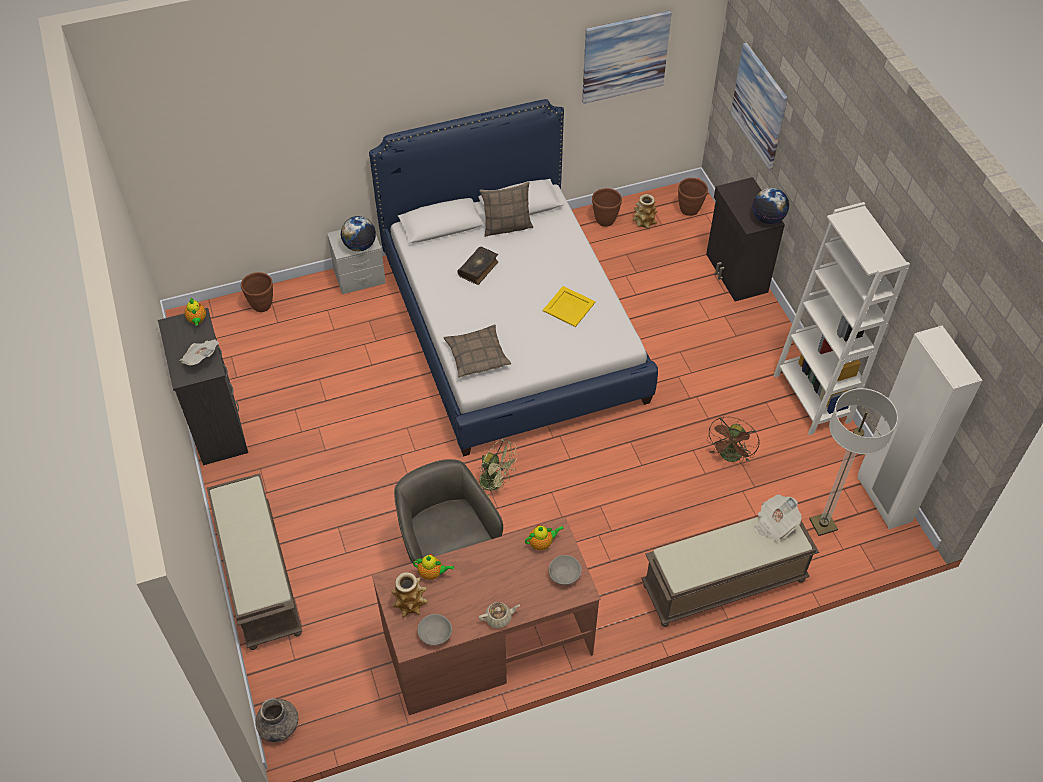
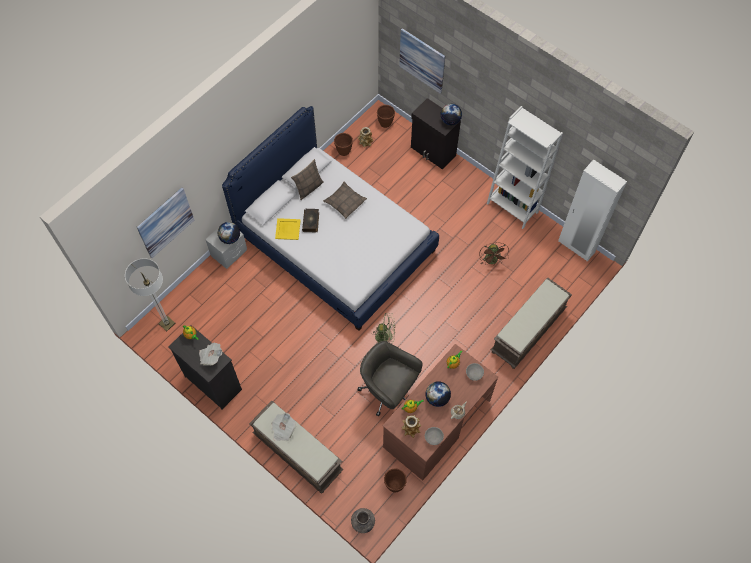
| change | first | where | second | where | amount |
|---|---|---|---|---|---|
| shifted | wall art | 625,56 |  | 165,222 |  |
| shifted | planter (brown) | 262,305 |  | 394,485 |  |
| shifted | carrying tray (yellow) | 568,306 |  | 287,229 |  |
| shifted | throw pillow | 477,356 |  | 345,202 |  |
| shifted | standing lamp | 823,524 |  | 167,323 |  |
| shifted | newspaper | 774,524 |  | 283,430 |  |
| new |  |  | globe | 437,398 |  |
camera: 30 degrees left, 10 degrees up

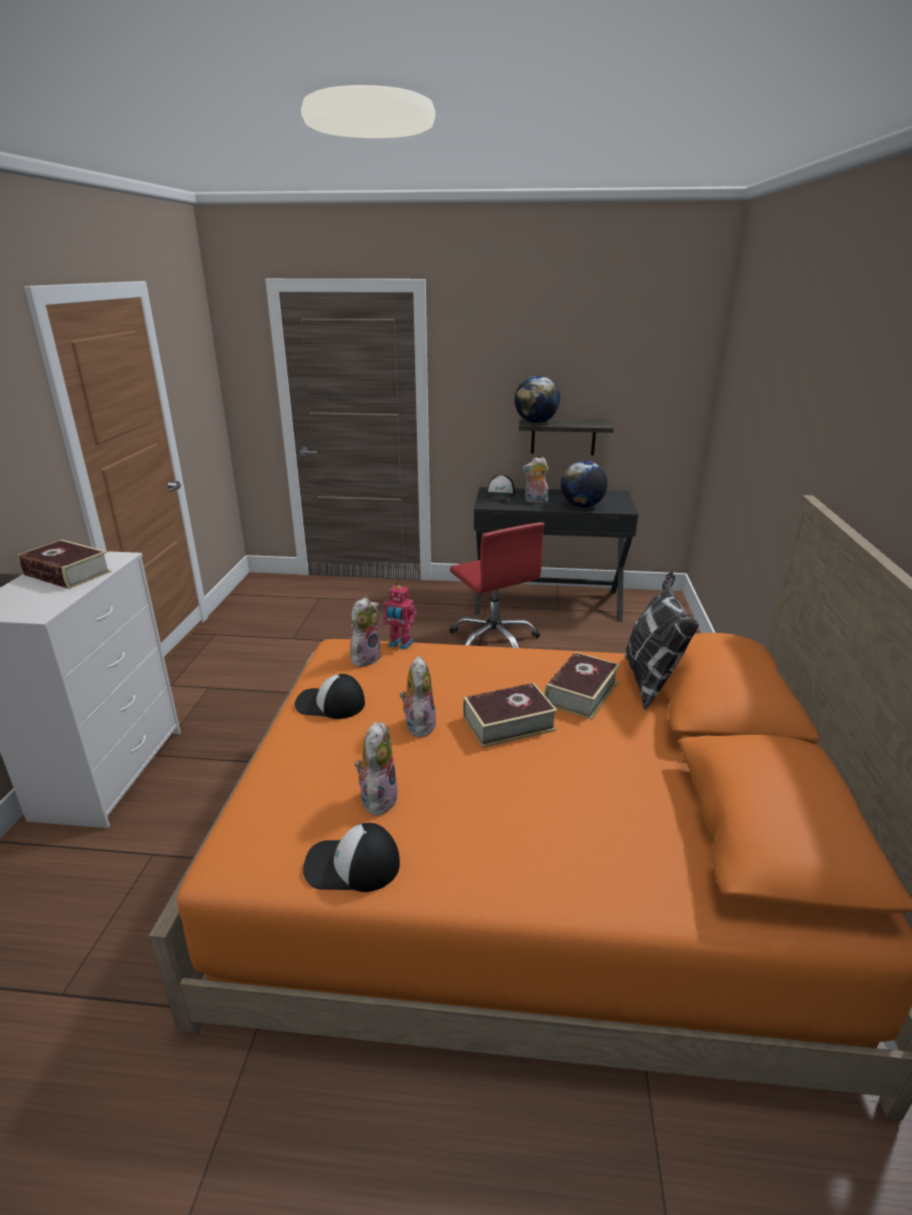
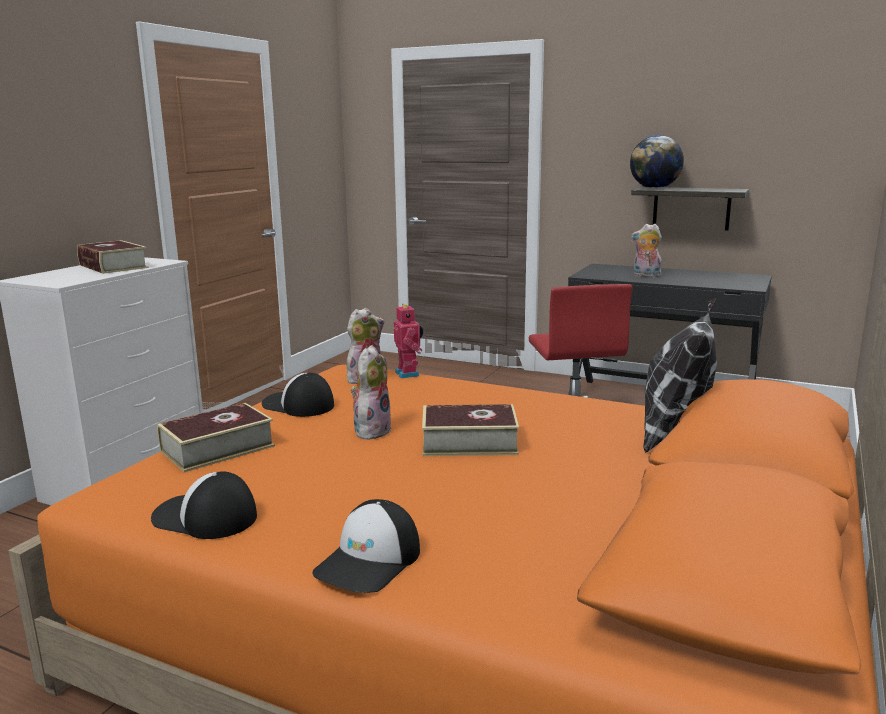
| change | first | where | second | where | amount |
|---|---|---|---|---|---|
| gone | globe | 582,506 |  |  |  |
| shifted | baseball cap | 500,495 |  | 369,561 |  |
| rotated | toy robot | 400,644 |  | 409,373 | 150 degrees counterclockwise |
| shifted | book | 581,693 |  | 217,448 |  |
| gone | plush toy | 377,797 |  |  |  |
camera: 20 degrees right, 10 degrees down

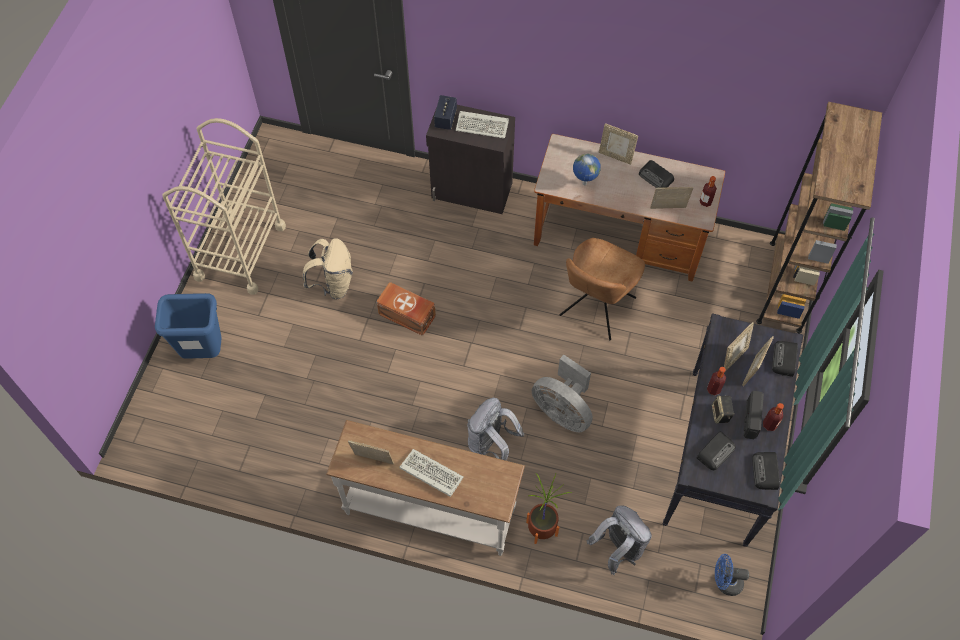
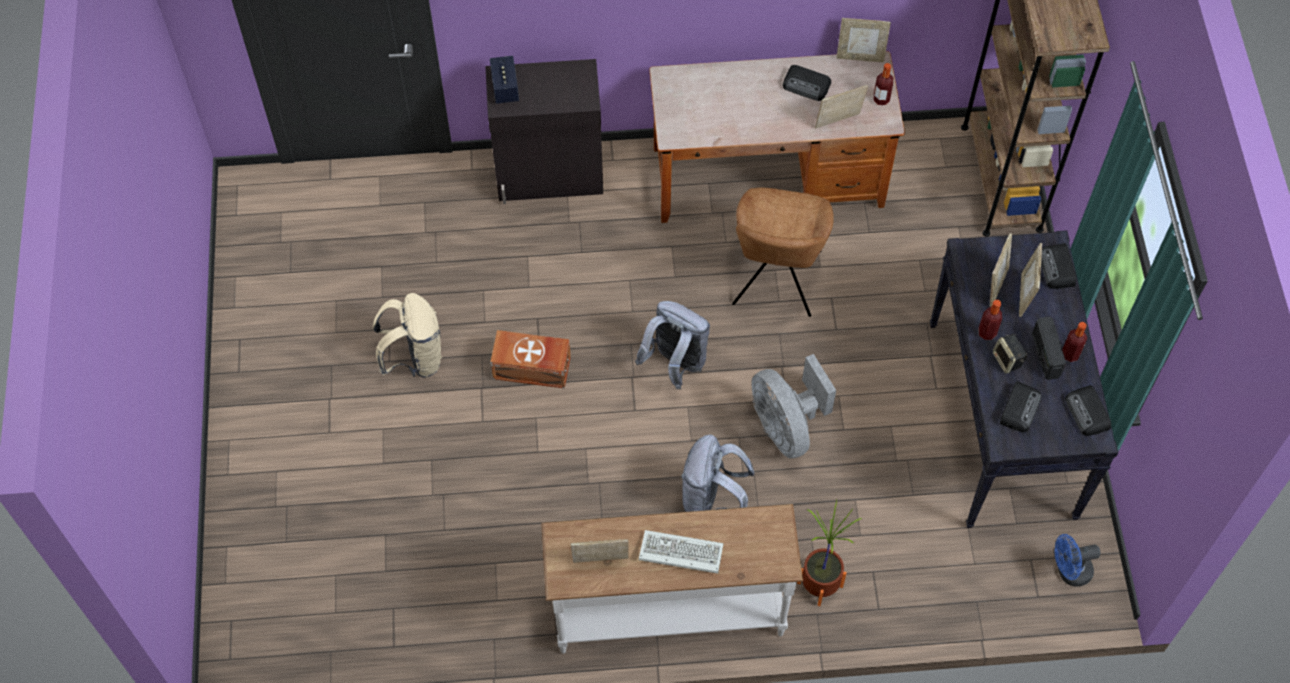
| change | first | where | second | where | amount |
|---|---|---|---|---|---|
| gone | PC keyboard | 483,126 |  |  |  |
| gone | wheeled cart (sand-coloured) | 240,252 |  |  |  |
| shifted | picture frame | 615,156 |  | 860,57 |  |
| gone | globe | 584,184 |  |  |  |
| gone | trash can (blue) | 204,352 |  |  |  |
| rotated | electric fan (greyish) | 562,411 |  | 786,426 | 45 degrees clockwise |
| shifted | rucksack (greyish) | 618,548 |  | 675,363 |  |
camera: 20 degrees left, 0 degrees up

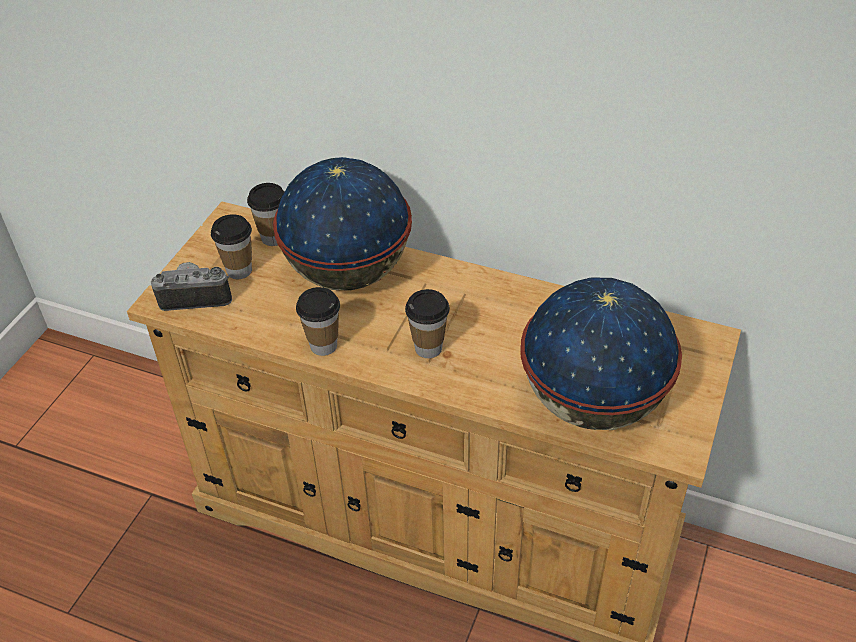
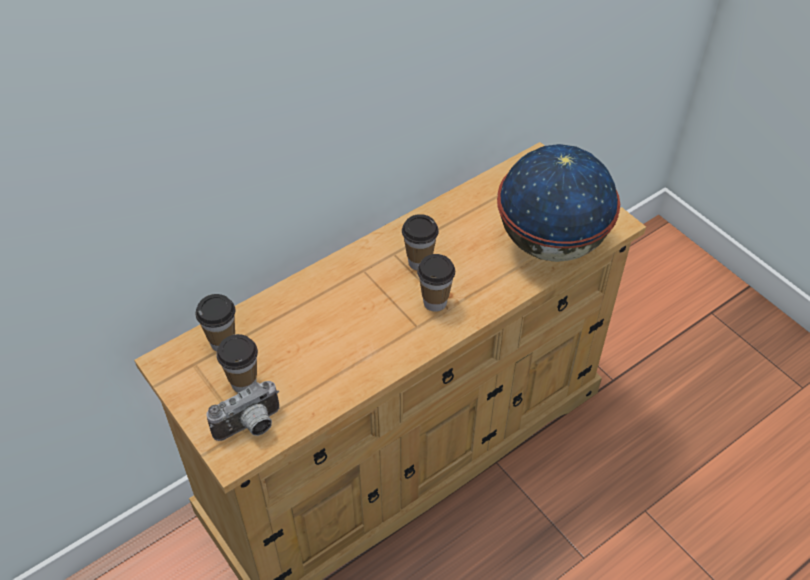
| change | first | where | second | where | amount |
|---|---|---|---|---|---|
| gone | globe | 348,272 |  |  |  |
| rotated | still camera | 196,297 |  | 250,427 | 150 degrees counterclockwise |
| shifted | cup | 323,346 |  | 419,262 |  |
camera: 60 degrees left, 5 degrees up

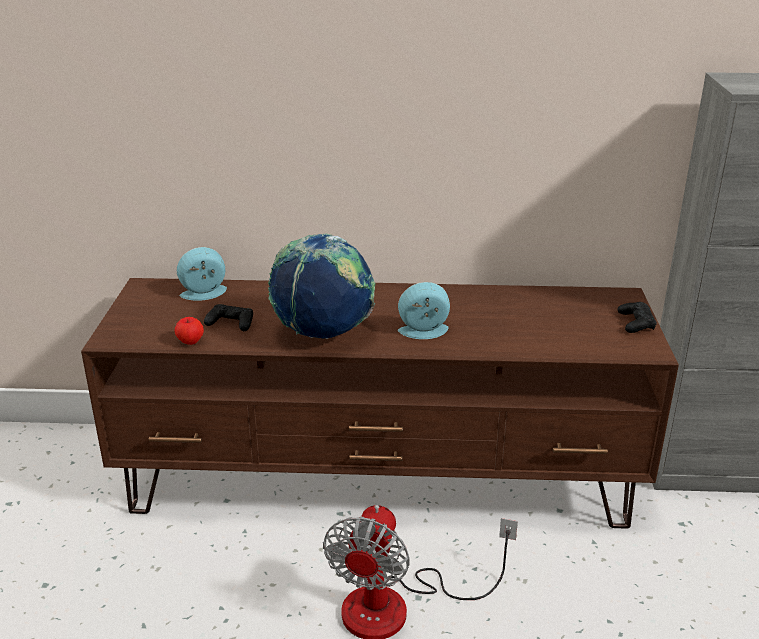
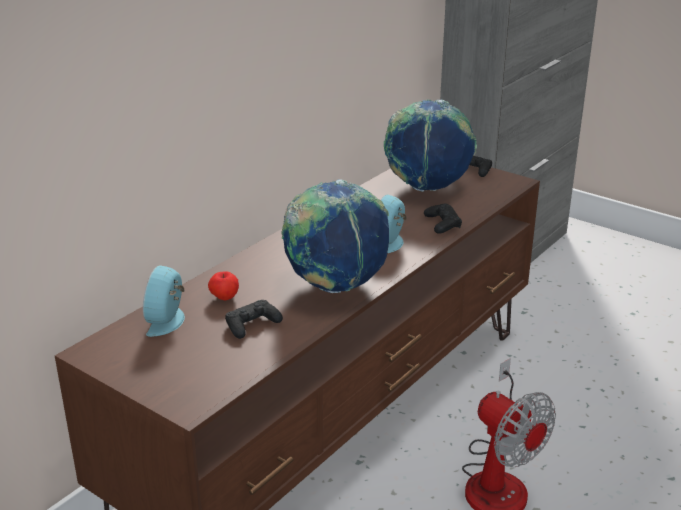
| change | first | where | second | where | amount |
|---|---|---|---|---|---|
| shifted | whole apple | 190,341 |  | 224,297 |  |
| new |  |  | globe | 427,188 |  |
| new |  |  | gamepad (blackish) | 442,224 |  |
camera: 55 degrees left, 0 degrees up

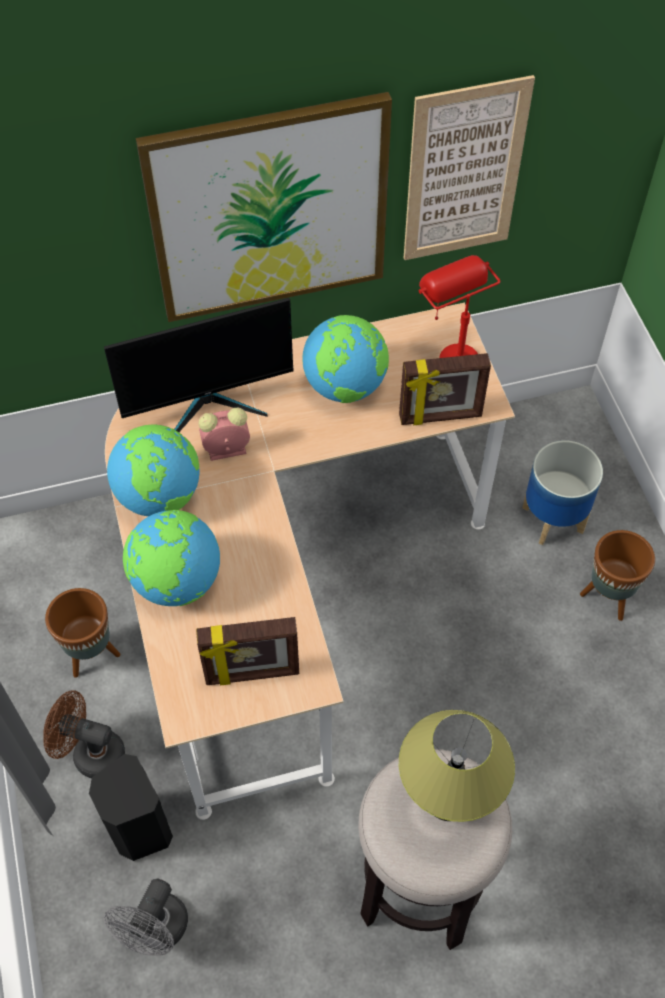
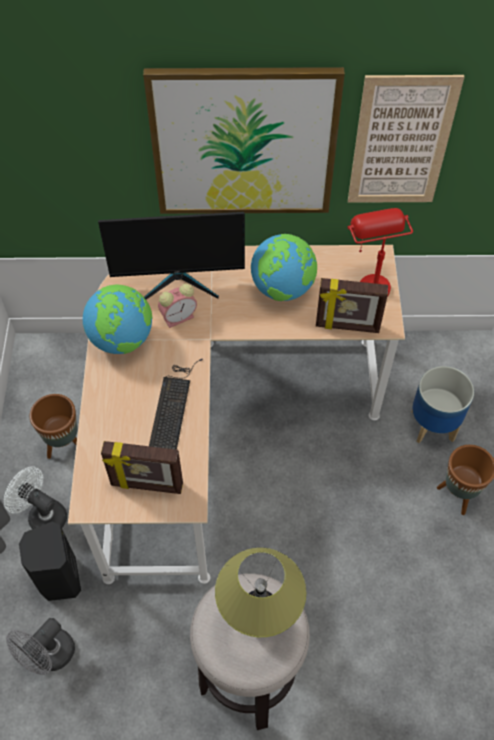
| change | first | where | second | where | amount |
|---|---|---|---|---|---|
| rotated | bedside clock | 225,450 |  | 179,317 | 150 degrees clockwise |
| gone | globe | 176,582 |  |  |  |
| repainted | electric fan (brown) | 91,753 | electric fan (whitish) | 42,515 |  |
| new |  |  | PC keyboard | 173,405 |  |
camera: 15 degrees right, 0 degrees up

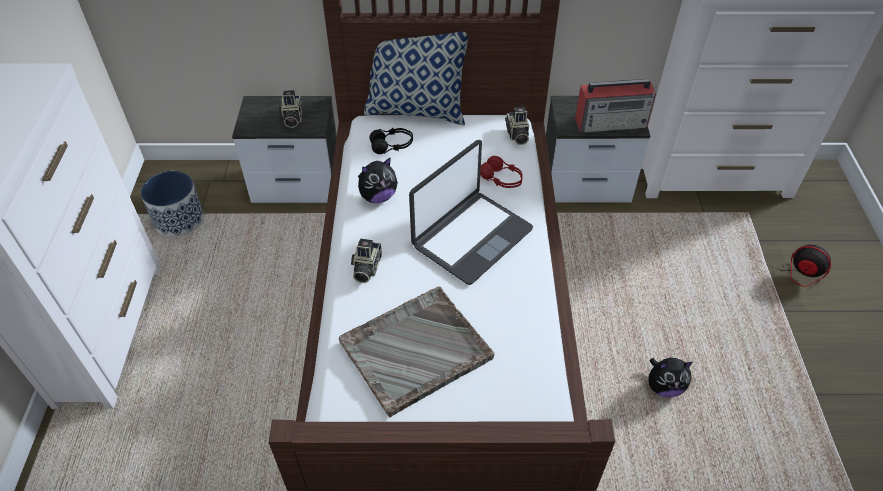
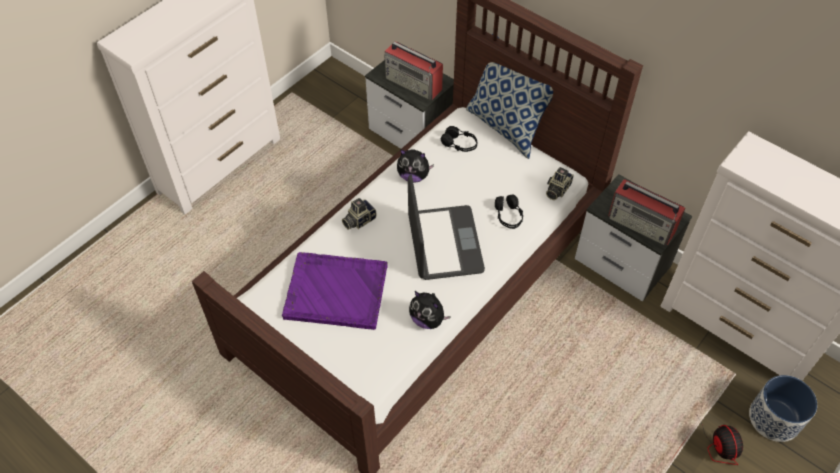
| change | first | where | second | where | amount |
|---|---|---|---|---|---|
| swapped | still camera | 292,118 | radio set | 414,84 |  |
| rotated | portable computer | 471,237 |  | 444,243 | 90 degrees counterclockwise |
| repainted | headphones (reddish) | 501,179 | headphones (blackish) | 508,216 |  |
| shifted | planter | 179,219 |  | 774,418 |  |
| repainted | carrying tray (greyish) | 414,350 | carrying tray (purple) | 335,291 |  |
| shifted | plush toy | 664,387 |  | 428,319 |  |
camera: 40 degrees right, 5 degrees up

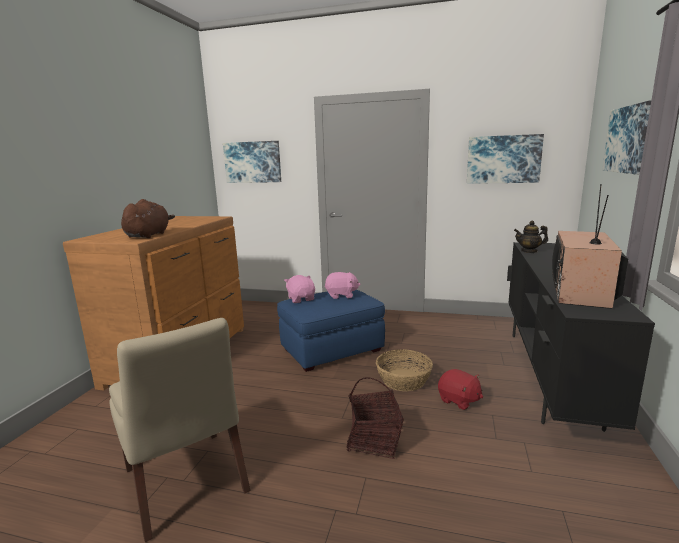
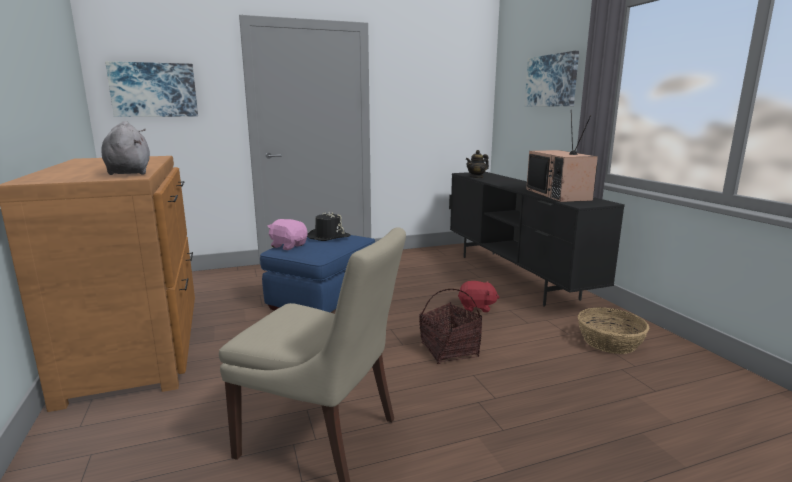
| change | first | where | second | where | amount |
|---|---|---|---|---|---|
| gone | wall art | 503,159 |  |  |  |
| repainted | plush toy (brown) | 149,235 | plush toy (greyish) | 129,172 |  |
| swapped | plush toy (pink) | 341,295 | clothing hat (blackish) | 328,236 |  |
| shifted | storage basket | 404,380 |  | 610,342 |  |
camera: 35 degrees left, 0 degrees up

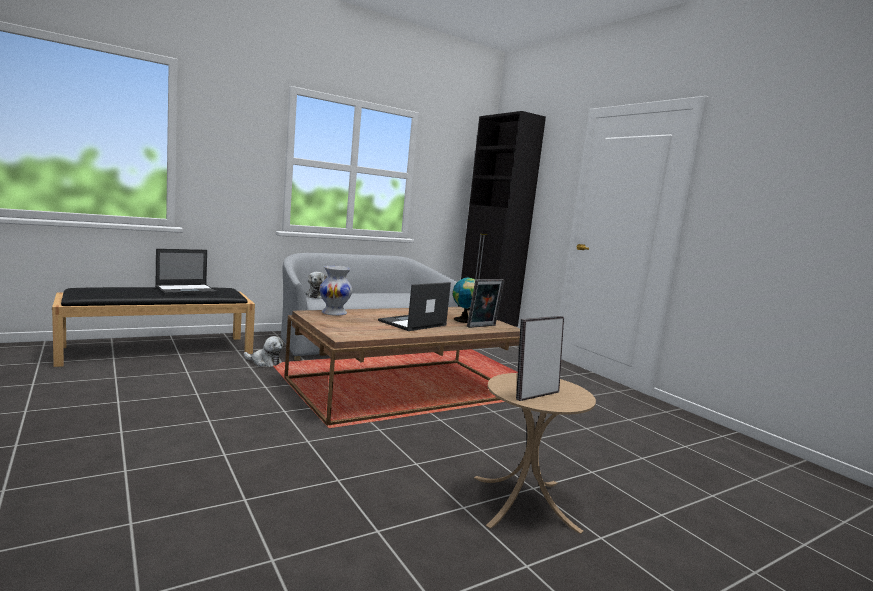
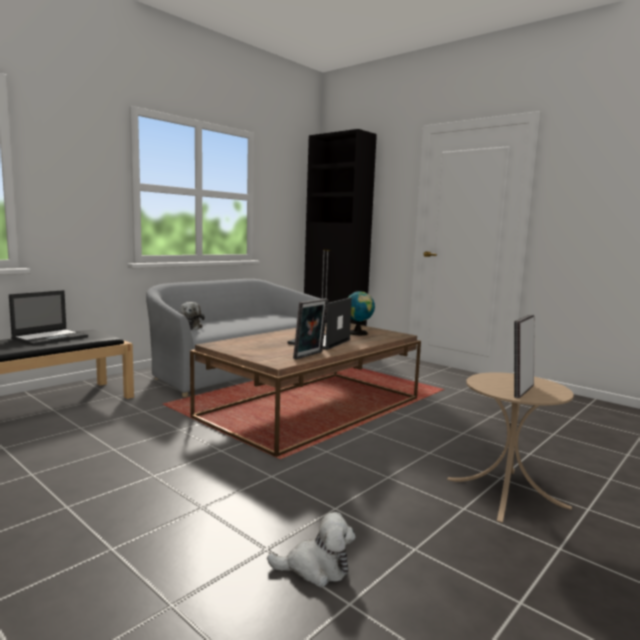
| change | first | where | second | where | amount |
|---|---|---|---|---|---|
| gone | vase (whitish) | 333,313 |  |  |  |
| shifted | picture frame | 482,326 |  | 310,355 |  |
| shifted | plush toy | 264,362 |  | 316,568 |  |
camera: 15 degrees left, 0 degrees up

